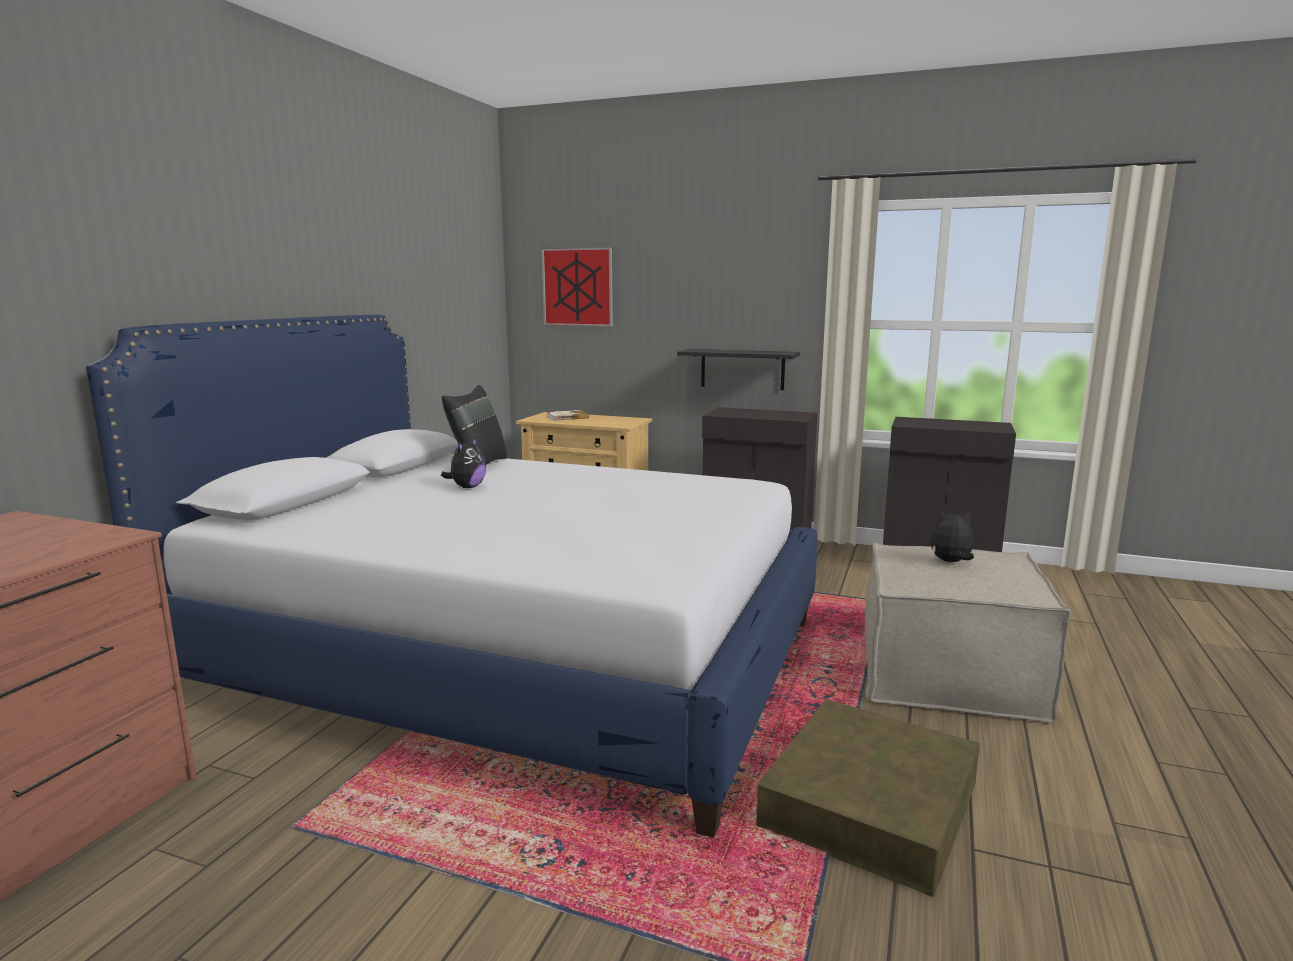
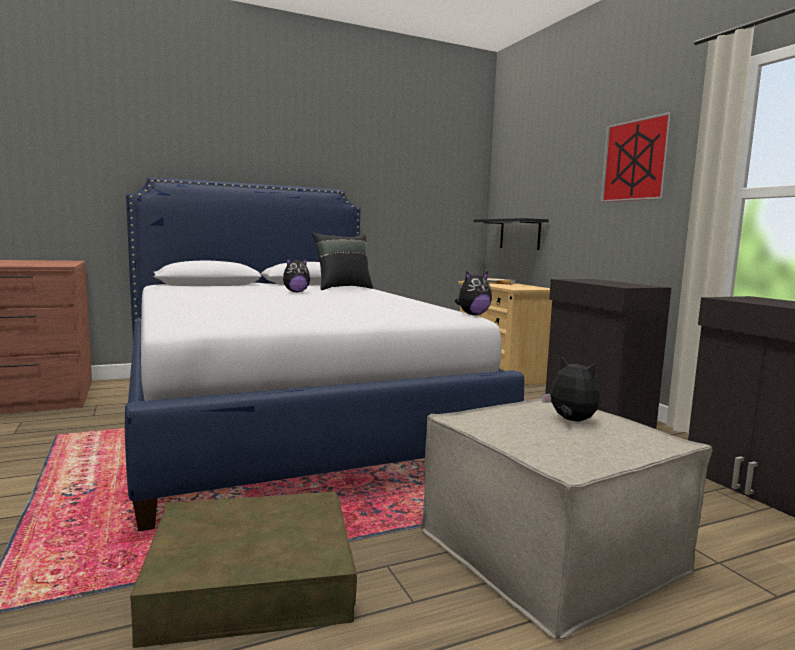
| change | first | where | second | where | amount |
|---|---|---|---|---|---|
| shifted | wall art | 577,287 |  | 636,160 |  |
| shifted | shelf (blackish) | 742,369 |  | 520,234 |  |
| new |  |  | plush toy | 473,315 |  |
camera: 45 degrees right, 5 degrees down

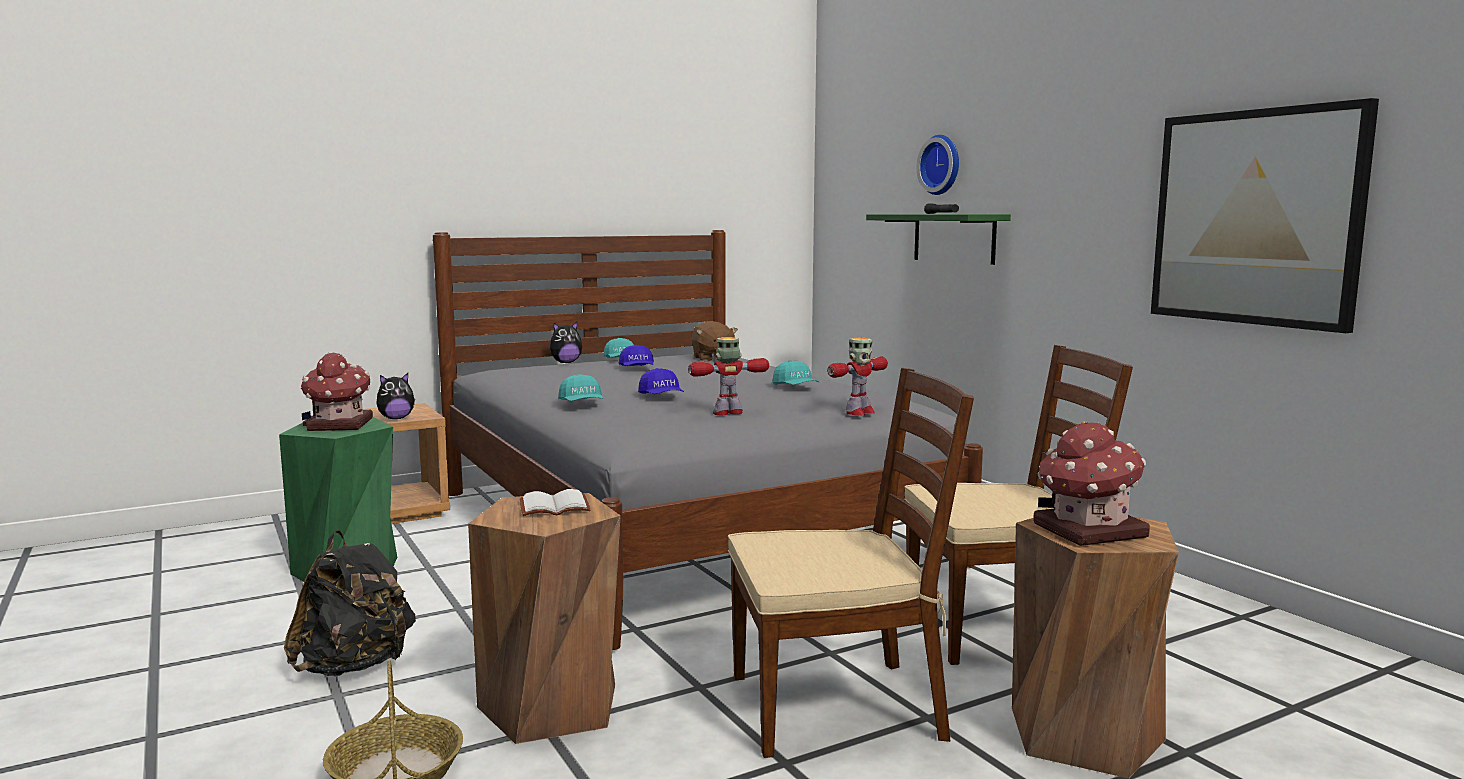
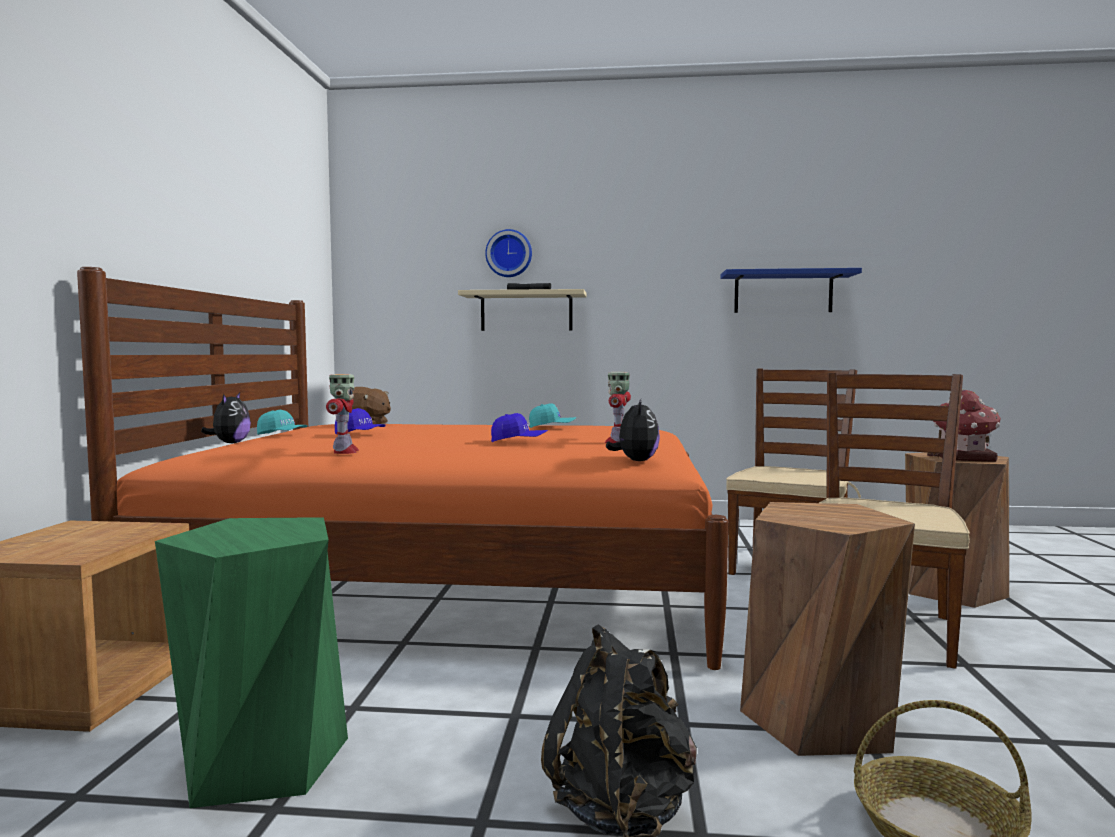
| change | first | where | second | where | amount |
|---|---|---|---|---|---|
| swapped | wall art | 1255,217 | shelf (blue) | 783,293 |  |
| repainted | shelf (greenish) | 954,238 | shelf (sand-coloured) | 526,311 |  |
| repainted | sleeping bed (greyish) | 681,527 | sleeping bed (orange) | 454,586 |  |
| shifted | toy robot | 859,412 |  | 344,452 |  |
| gone | miniature house | 339,425 |  |  |  |
| shifted | plush toy | 396,418 |  | 635,461 |  |
| gone | baseball cap (turquoise) | 582,404 |  |  |  |
| gone | book (whitish) | 553,507 |  |  |  |
camera: 55 degrees left, 5 degrees down

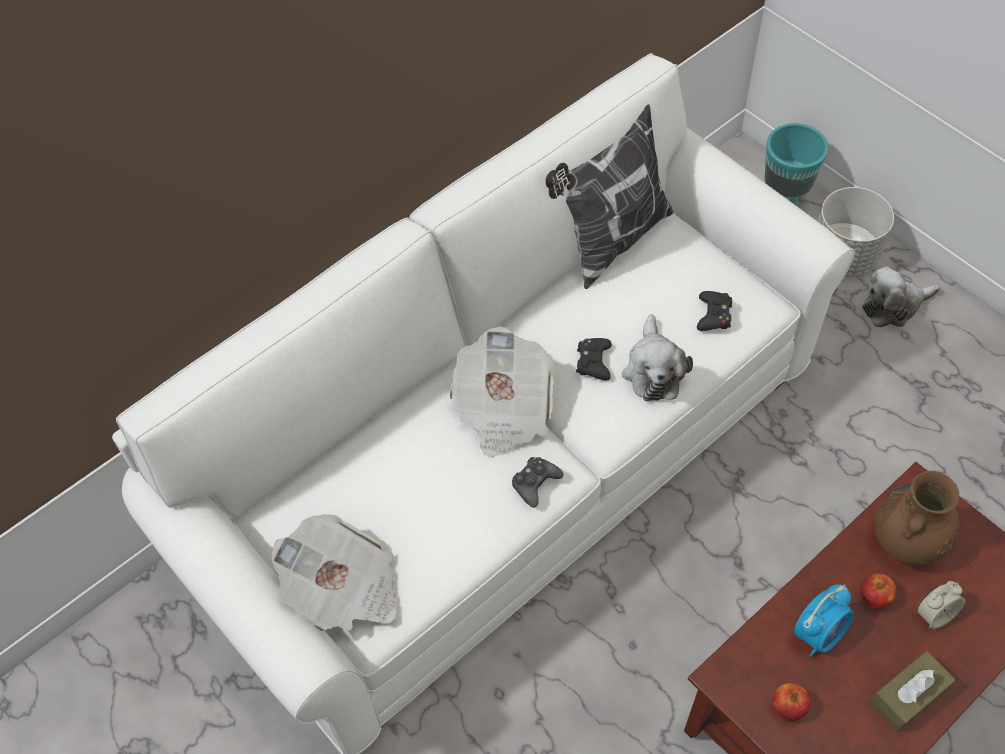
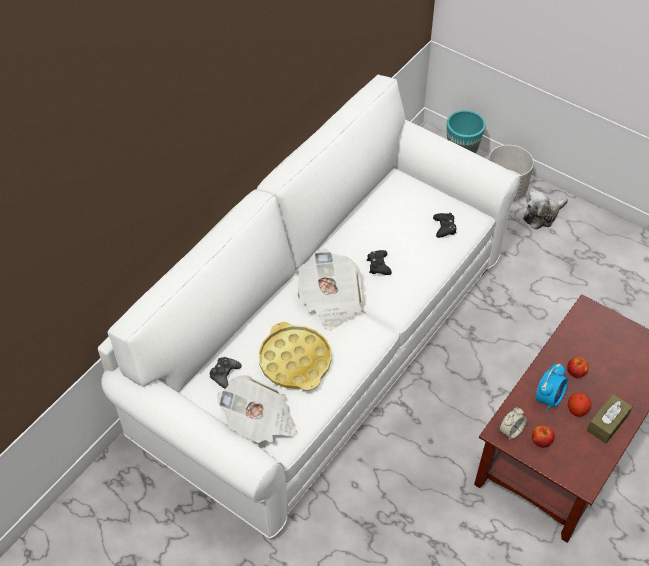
| change | first | where | second | where | amount |
|---|---|---|---|---|---|
| gone | throw pillow | 610,241 |  |  |  |
| gone | plush toy | 653,369 |  |  |  |
| shifted | gamepad (blackish) | 535,483 |  | 224,374 |  |
| gone | vase (brown) | 906,542 |  |  |  |
| shifted | bedside clock | 934,614 |  | 511,431 |  |
| new |  |  | carrying tray (yellow) | 295,361 |  |
| new |  |  | whole apple | 577,410 |  |
camera: 15 degrees left, 5 degrees down

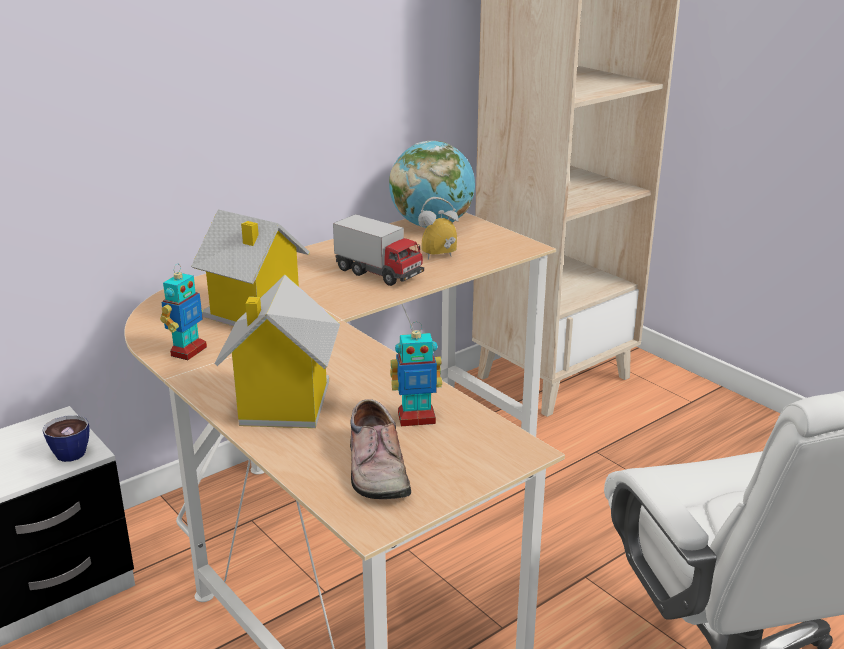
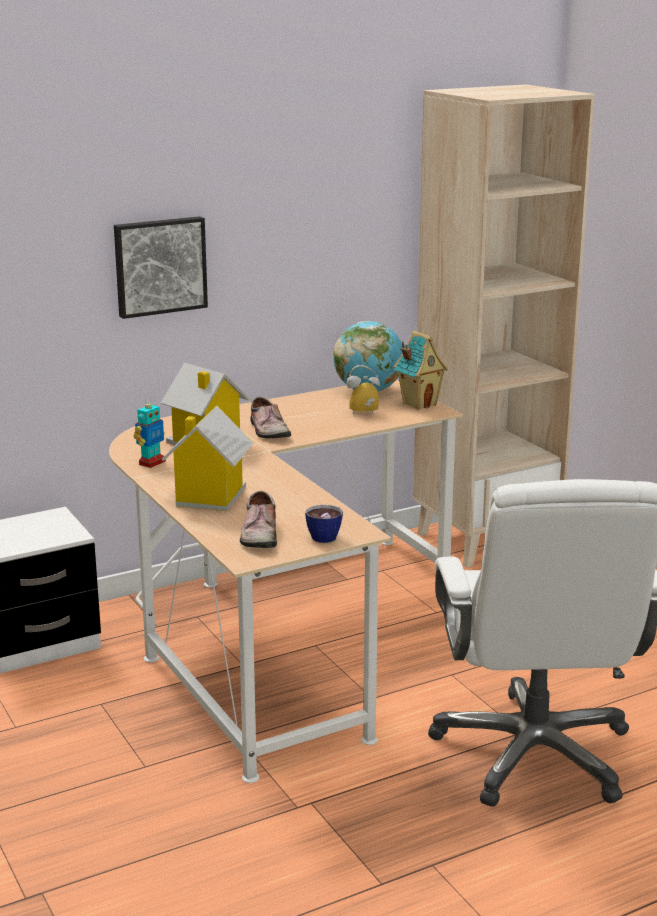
| change | first | where | second | where | amount |
|---|---|---|---|---|---|
| gone | toy lorry | 379,273 |  |  |  |
| gone | toy robot | 416,418 |  |  |  |
| shifted | cup | 73,450 |  | 324,535 |  |
| new |  |  | wall art | 159,266 |  |
| new |  |  | miniature house | 419,404 |  |
| new |  |  | item of footwear | 267,430 |  |
camera: 10 degrees right, 5 degrees down

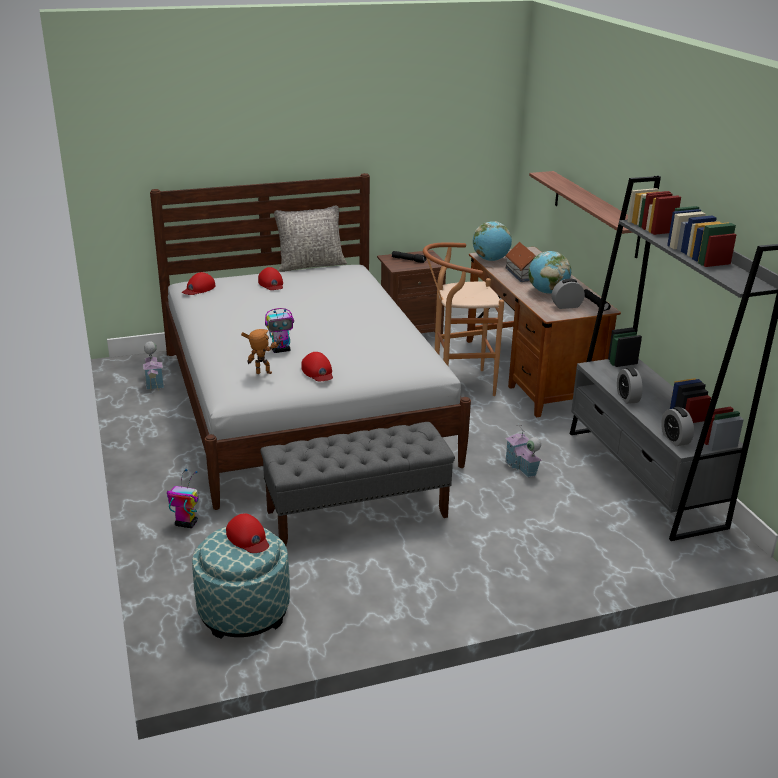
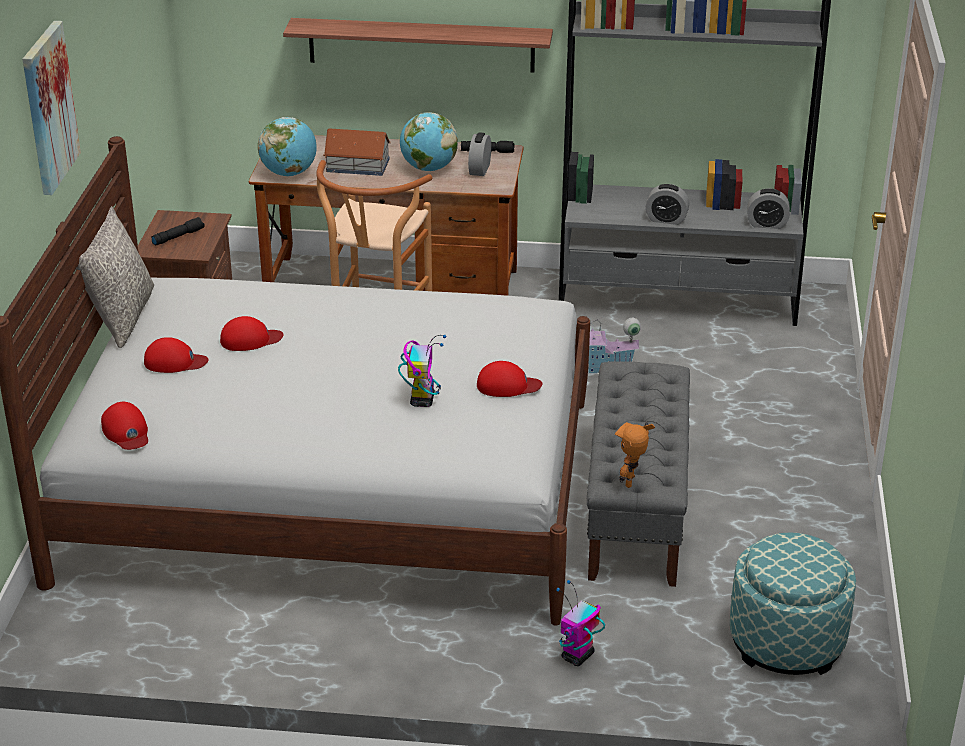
| change | first | where | second | where | amount |
|---|---|---|---|---|---|
| shifted | toy robot | 264,374 |  | 633,482 |  |
| gone | miniature house | 154,382 |  |  |  |
| shifted | baseball cap (reddish) | 248,538 |  | 250,339 |  |
| new |  |  | wall art | 48,107 |  |
camera: 65 degrees left, 5 degrees up

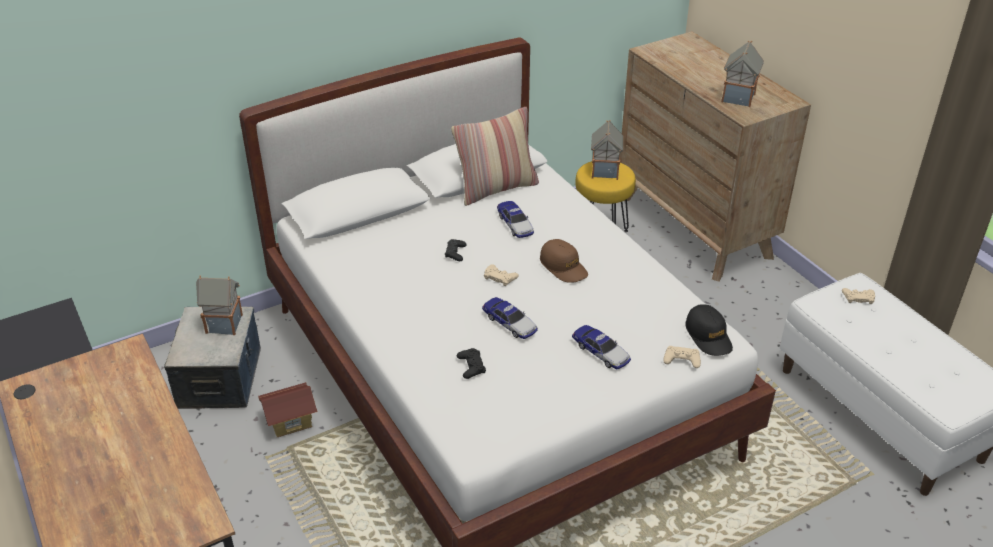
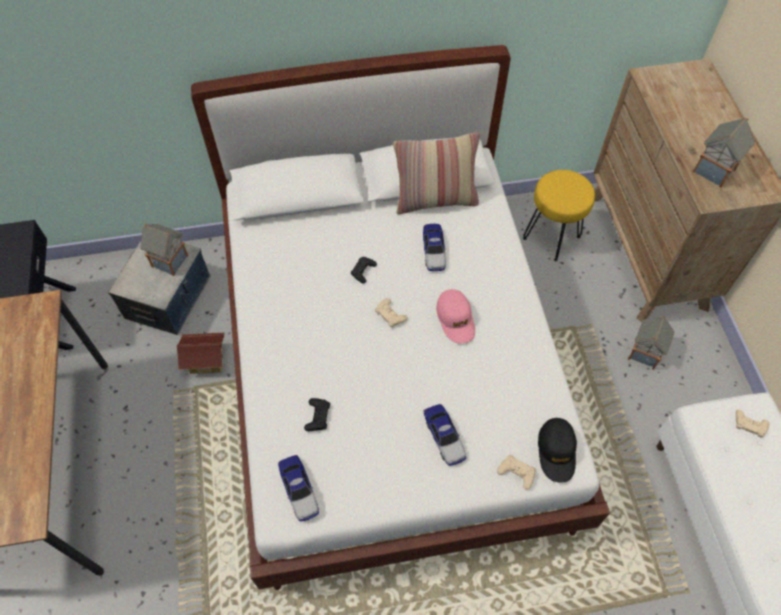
| change | first | where | second | where | amount |
|---|---|---|---|---|---|
| shifted | miniature house | 605,171 |  | 644,353 |  |
| repainted | baseball cap (brown) | 563,267 | baseball cap (pink) | 456,319 |  |
| shifted | miniature car | 509,323 |  | 299,489 |  |
camera: 20 degrees right, 20 degrees up

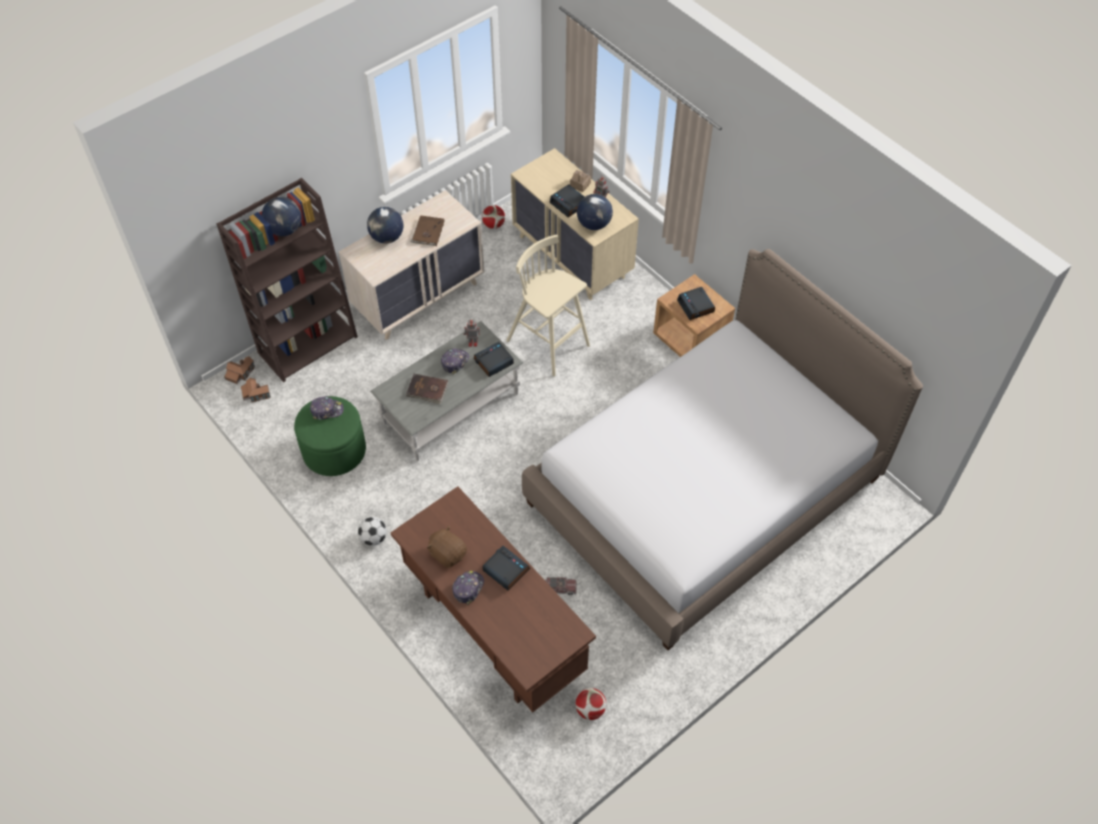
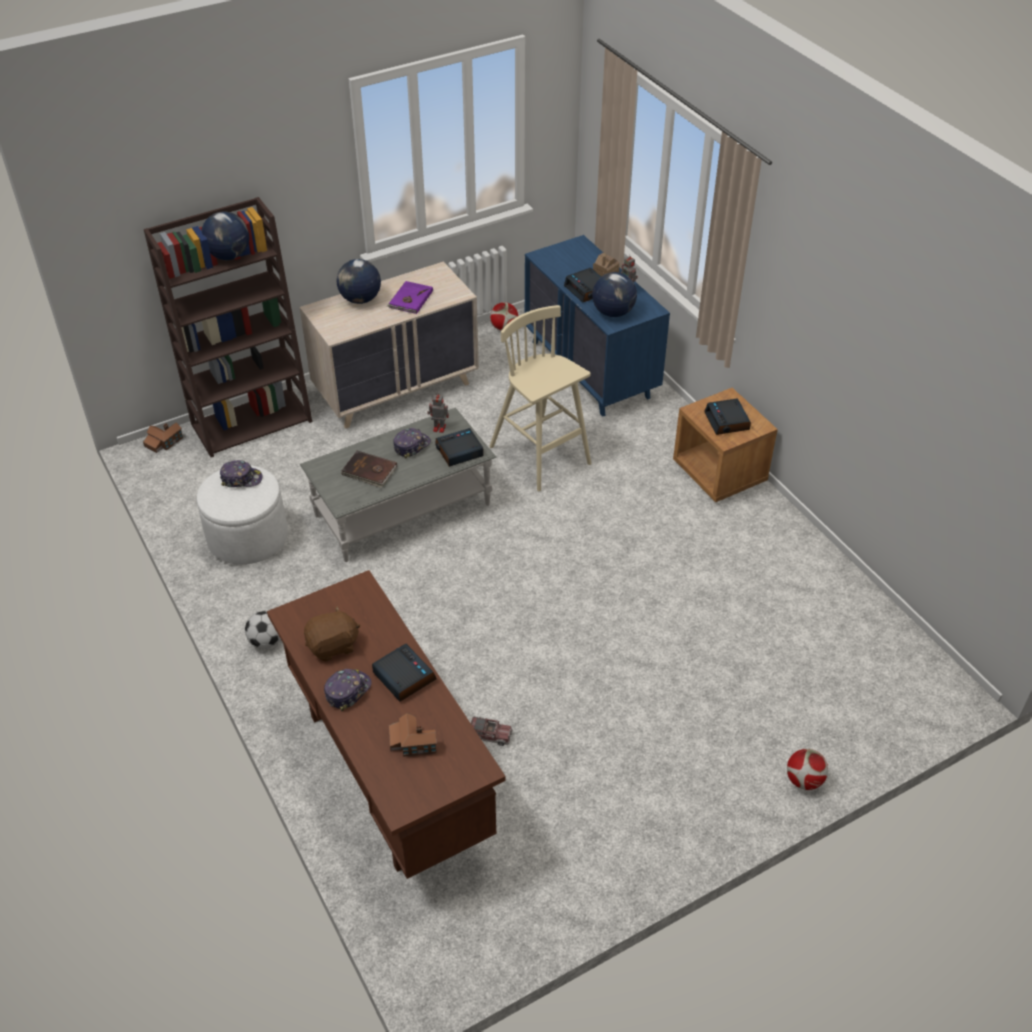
| change | first | where | second | where | amount |
|---|---|---|---|---|---|
| repainted | dresser (sand-coloured) | 572,257 | dresser (blue) | 591,370 |  |
| repainted | book (brown) | 427,232 | book (purple) | 410,299 |  |
| gone | sleeping bed | 704,491 |  |  |  |
| shifted | miniature house | 256,393 |  | 412,742 |  |
| repainted | footrest (greenish) | 334,450 | footrest (whitish) | 248,537 |  |
| rotated | plush toy (brown) | 447,553 |  | 333,646 | 105 degrees clockwise |
| shifted | football | 590,709 |  | 803,780 |  |
camera: 10 degrees right, 10 degrees down

